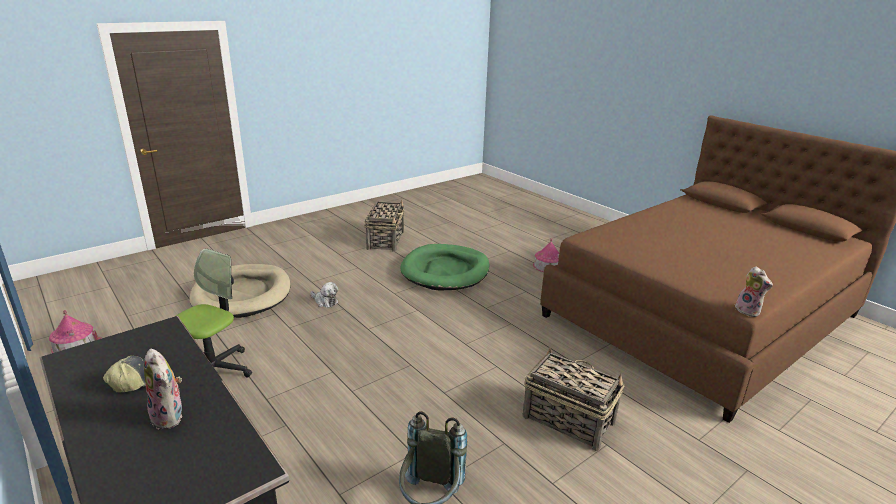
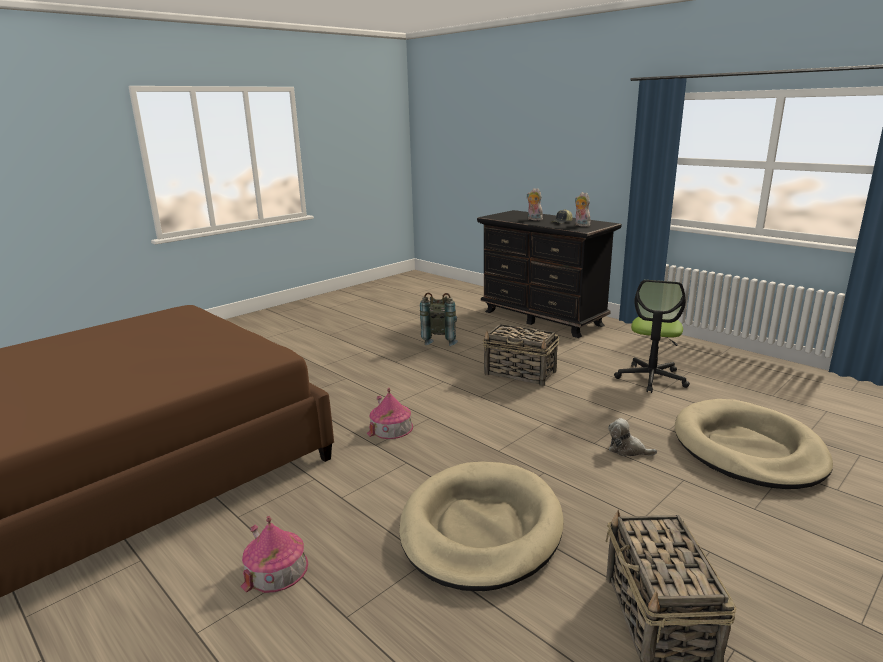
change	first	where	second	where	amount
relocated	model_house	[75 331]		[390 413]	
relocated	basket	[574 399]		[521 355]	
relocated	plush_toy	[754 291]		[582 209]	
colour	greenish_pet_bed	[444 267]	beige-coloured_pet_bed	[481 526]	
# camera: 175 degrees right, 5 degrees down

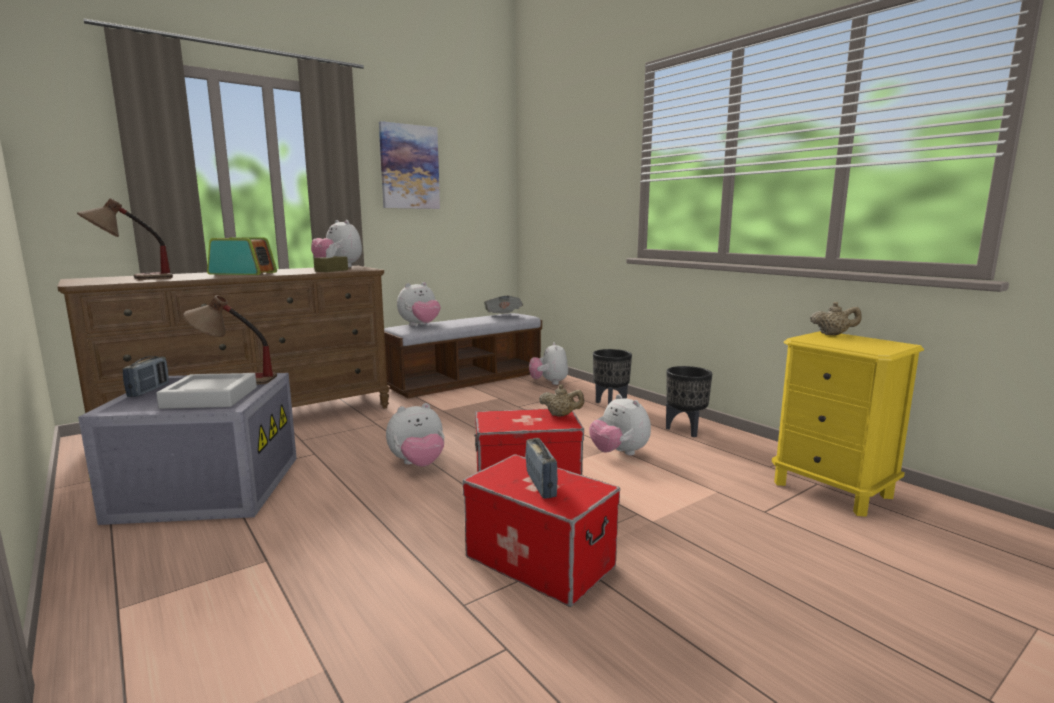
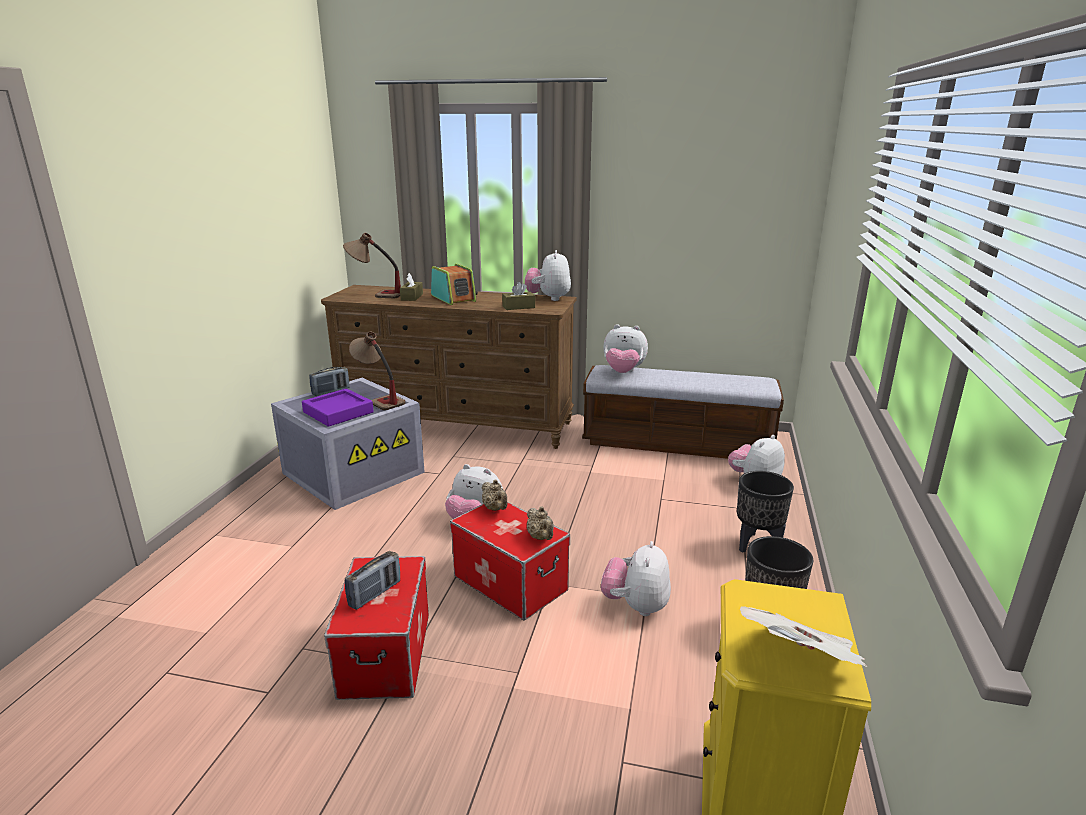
change	first	where	second	where	amount
missing	wall_picture	[409 165]			
appeared			brown-coloured_tissue_box	[411 287]	
relocated	printed_paper	[503 305]		[803 636]	
relocated	beige-coloured_teapot	[836 318]		[494 495]	
colour	greyish_tray	[206 391]	purple_tray	[338 407]	
# camera: 50 degrees right, 10 degrees up

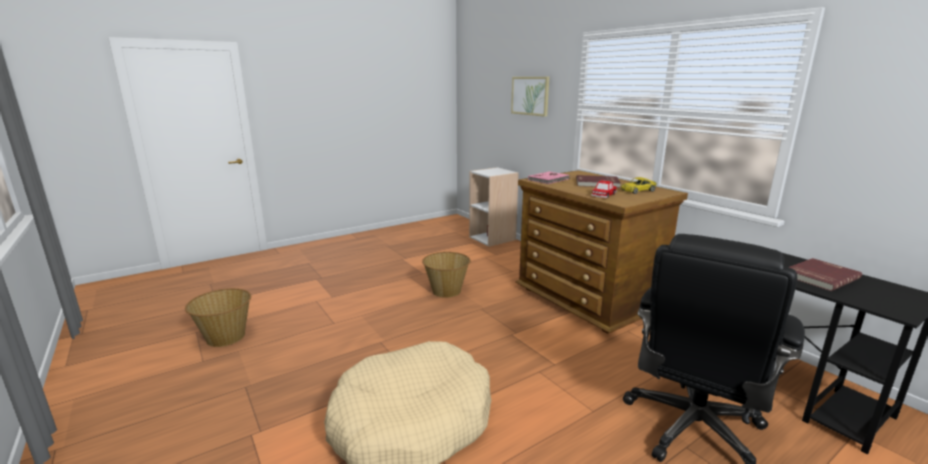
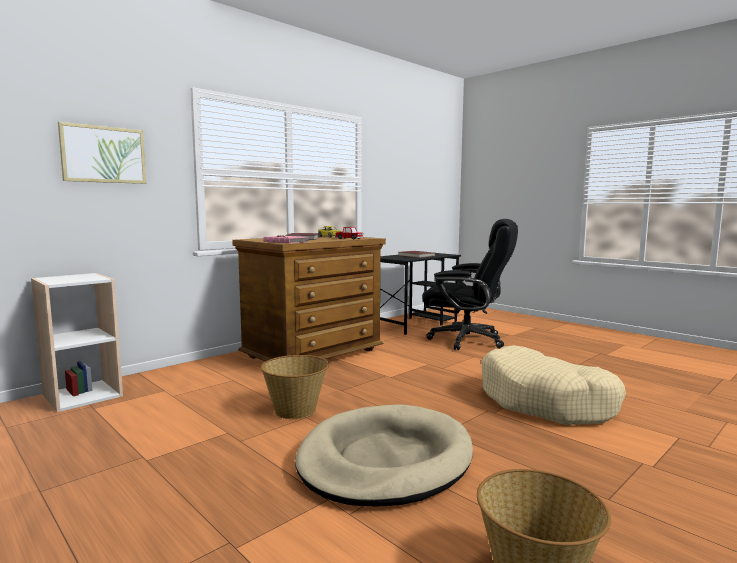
change	first	where	second	where	amount
appeared			beige-coloured_pet_bed	[384 456]	
# camera: 100 degrees left, 10 degrees down

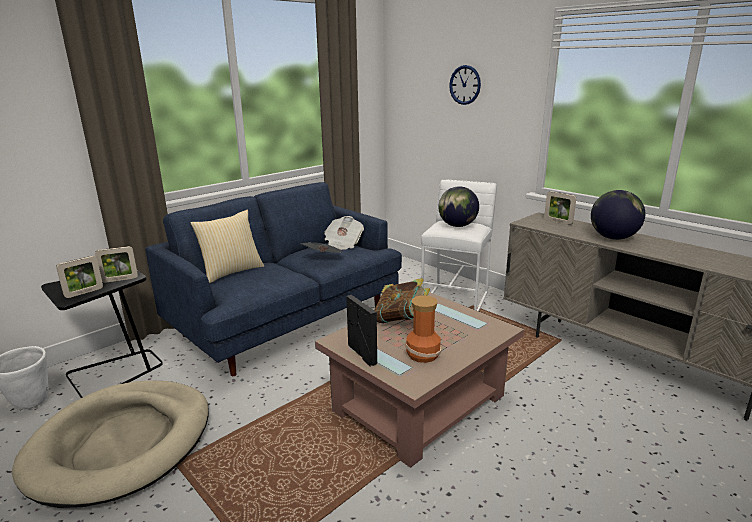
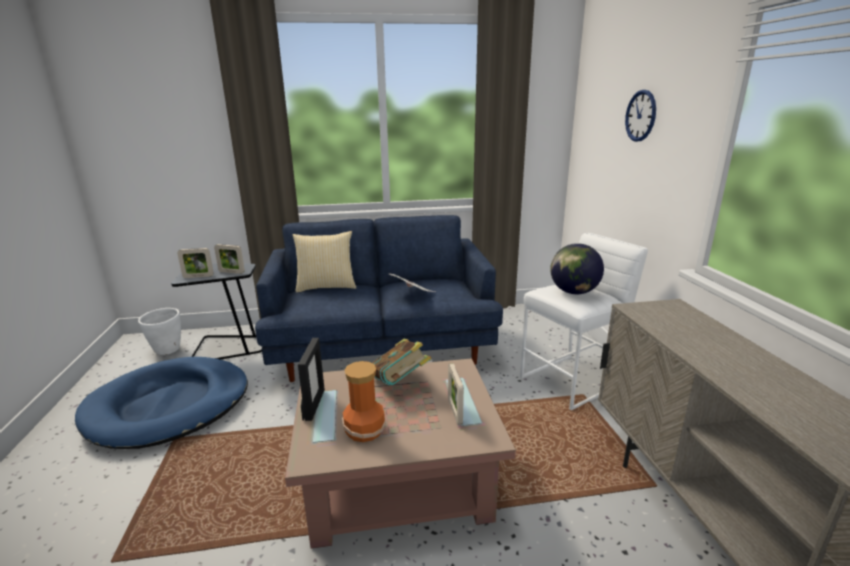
change	first	where	second	where	amount
missing	printed_paper	[344 233]			
missing	world_globe	[618 215]			
relocated	picture_frame	[560 208]		[456 394]	
colour	beige-coloured_pet_bed	[110 444]	blue_pet_bed	[161 403]	
# camera: 35 degrees right, 0 degrees up

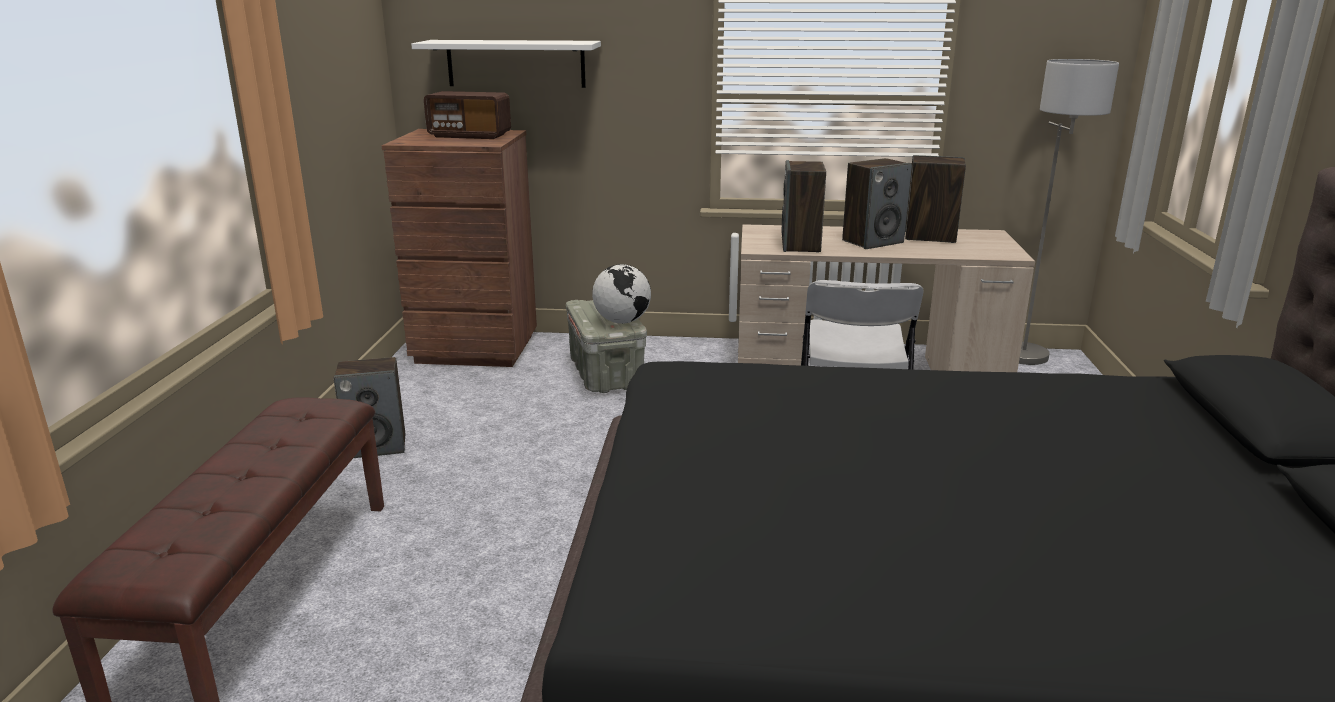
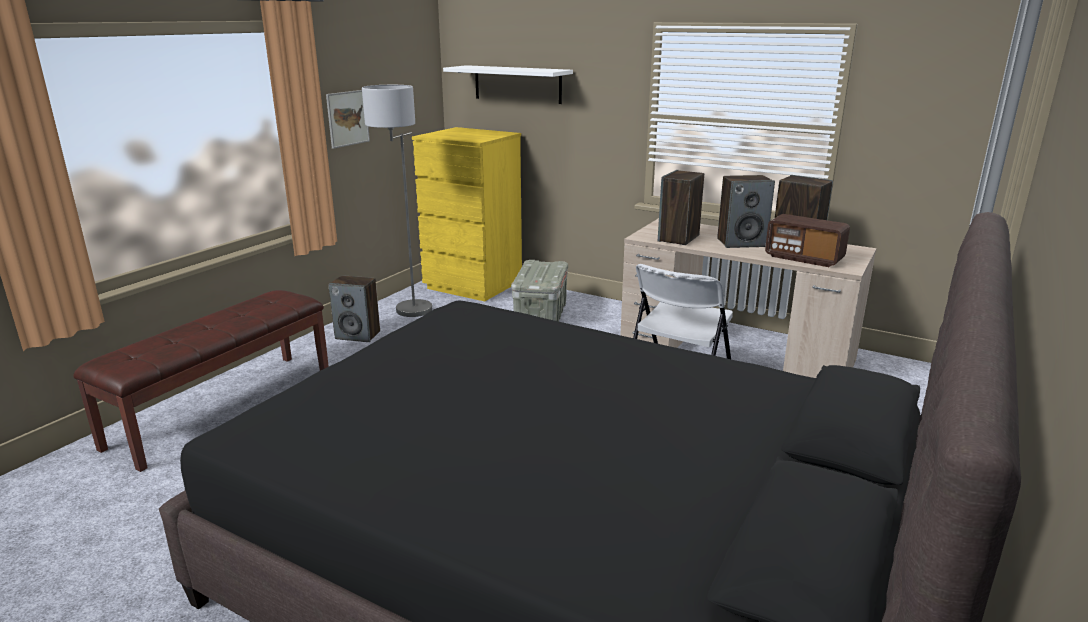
change	first	where	second	where	amount
missing	world_globe	[621 294]			
appeared			wall_picture	[348 119]	
relocated	radio_receiver	[467 115]		[807 240]	
relocated	greyish_floor_lamp	[1069 212]		[397 201]	
colour	brown-coloured_chest_of_drawers	[459 248]	yellow-coloured_chest_of_drawers	[467 214]	
# camera: 25 degrees right, 0 degrees up

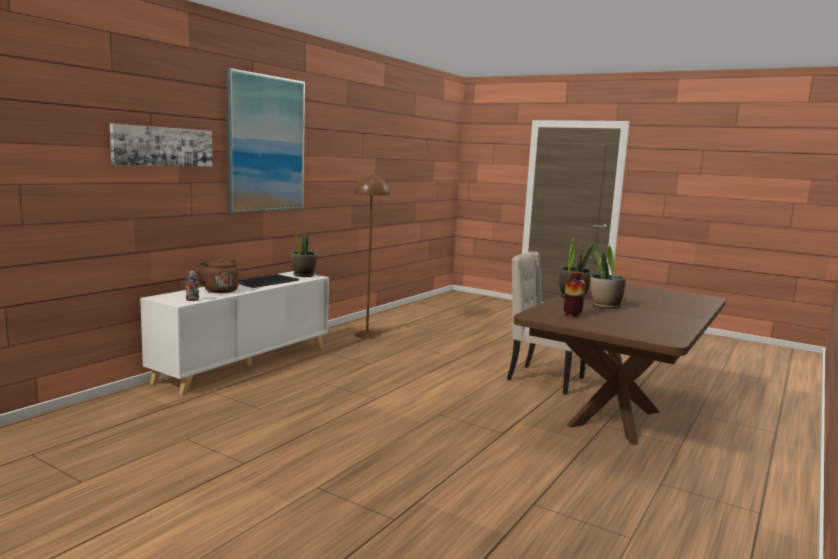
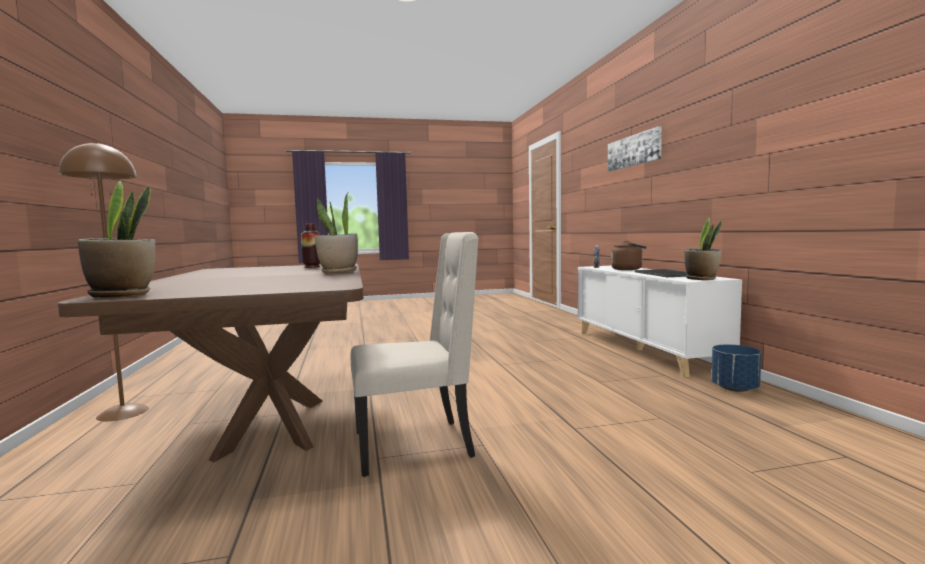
change	first	where	second	where	amount
missing	wall_picture	[265 140]			
appeared			blue_plant_pot	[736 368]	
relocated	brown-coloured_floor_lamp	[371 256]		[104 281]	
relocated	houseplant	[608 277]		[116 239]	
# camera: 135 degrees right, 5 degrees down

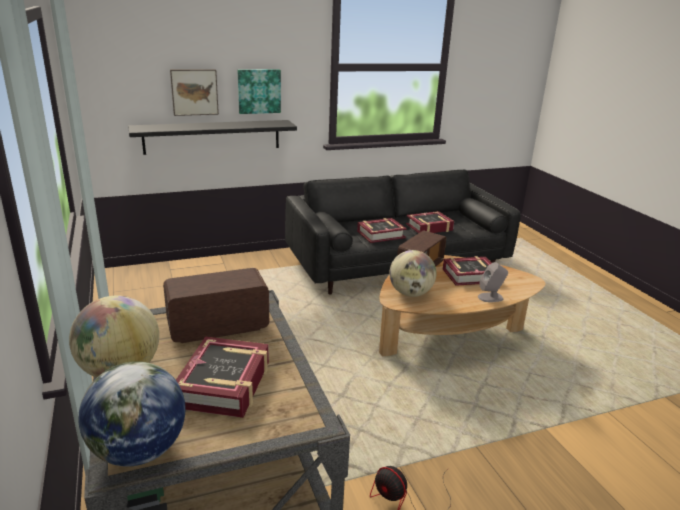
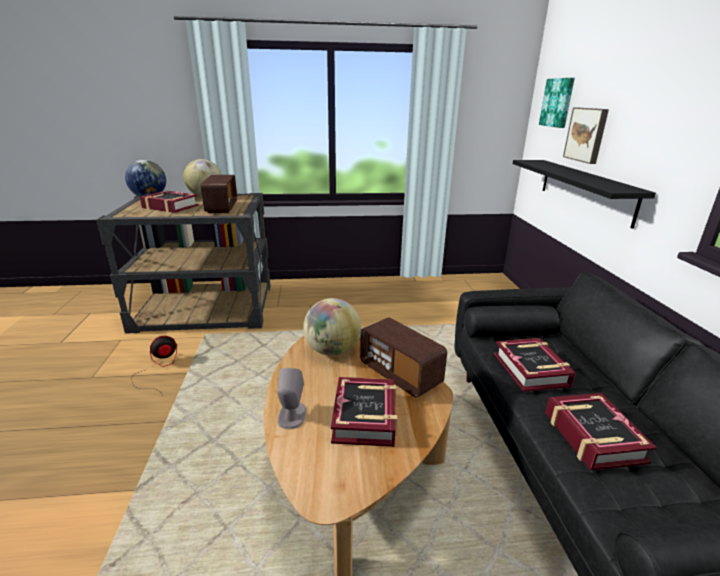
change	first	where	second	where	amount
relocated	wall_picture	[259 91]		[557 103]	
# camera: 105 degrees right, 0 degrees up

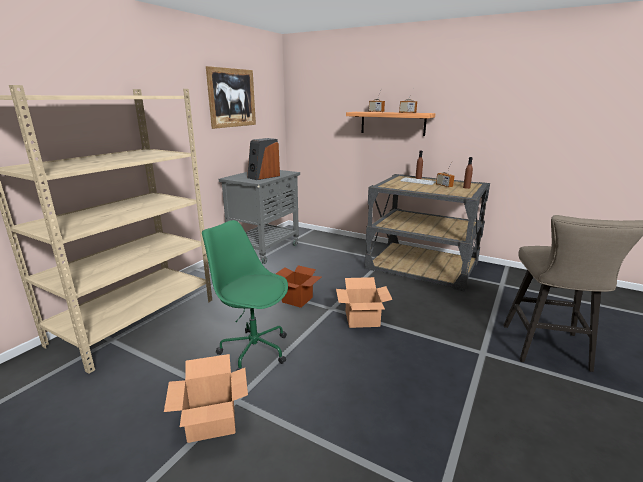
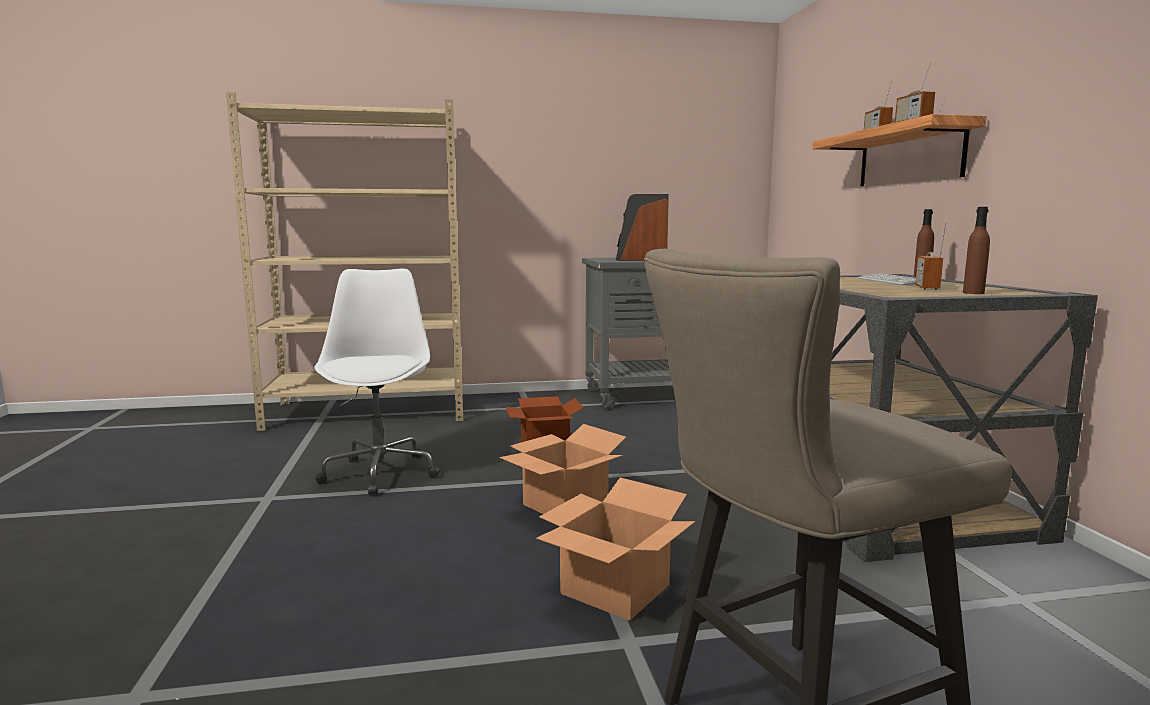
change	first	where	second	where	amount
missing	wall_picture	[231 97]			
relocated	carton	[206 398]		[615 549]	
colour	greenish_desk_chair	[245 295]	whitish_desk_chair	[377 382]	
# camera: 50 degrees right, 10 degrees down

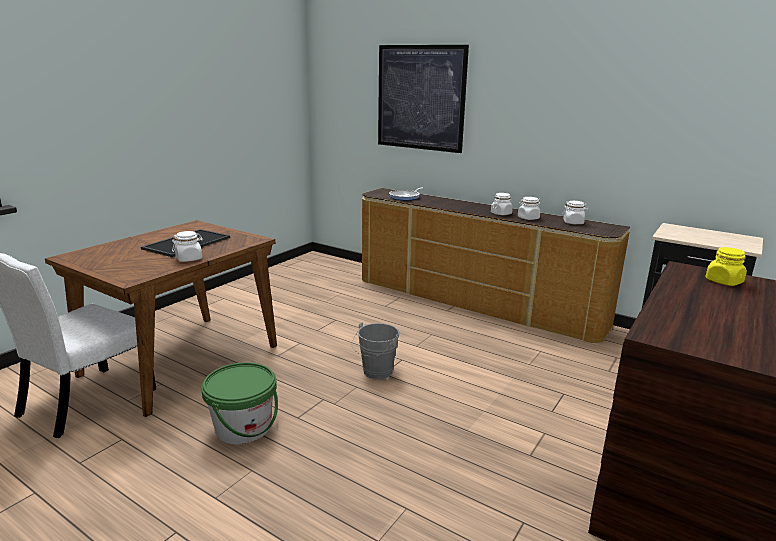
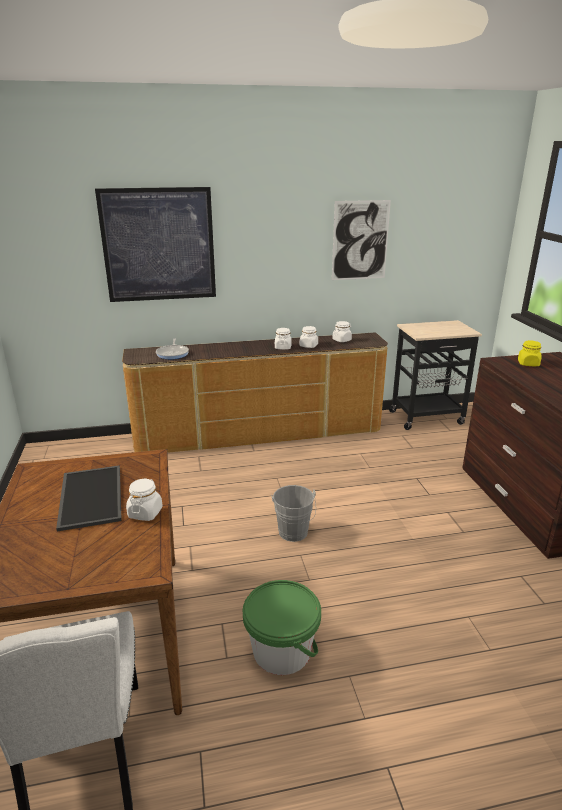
change	first	where	second	where	amount
appeared			wall_picture	[361 240]	
# camera: 45 degrees left, 5 degrees up

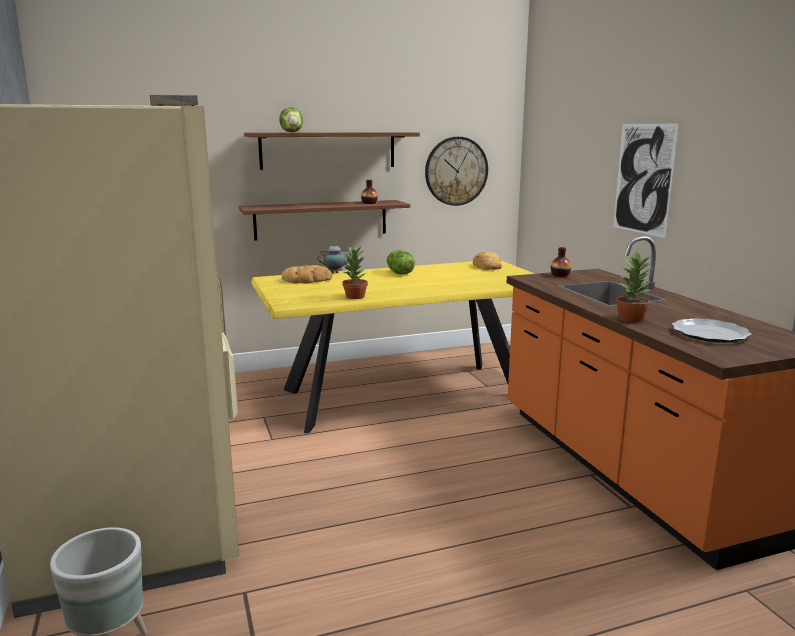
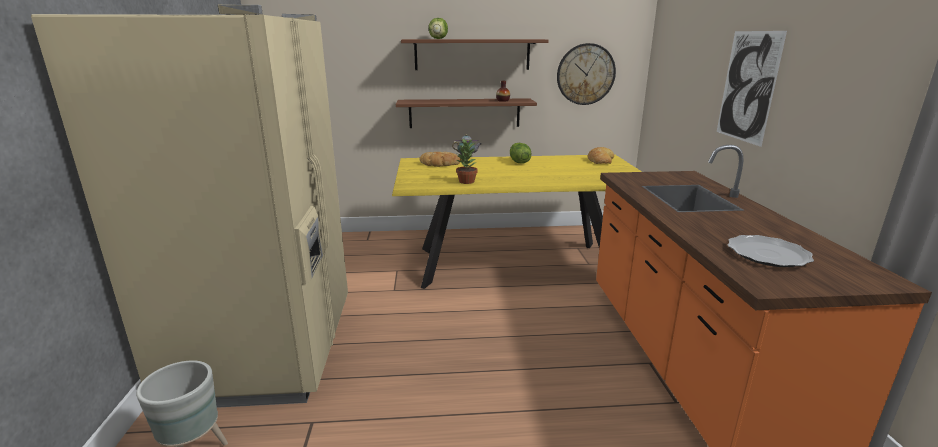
change	first	where	second	where	amount
missing	decorative_vase	[561 262]			
missing	houseplant	[634 286]			
# camera: 15 degrees right, 5 degrees up

